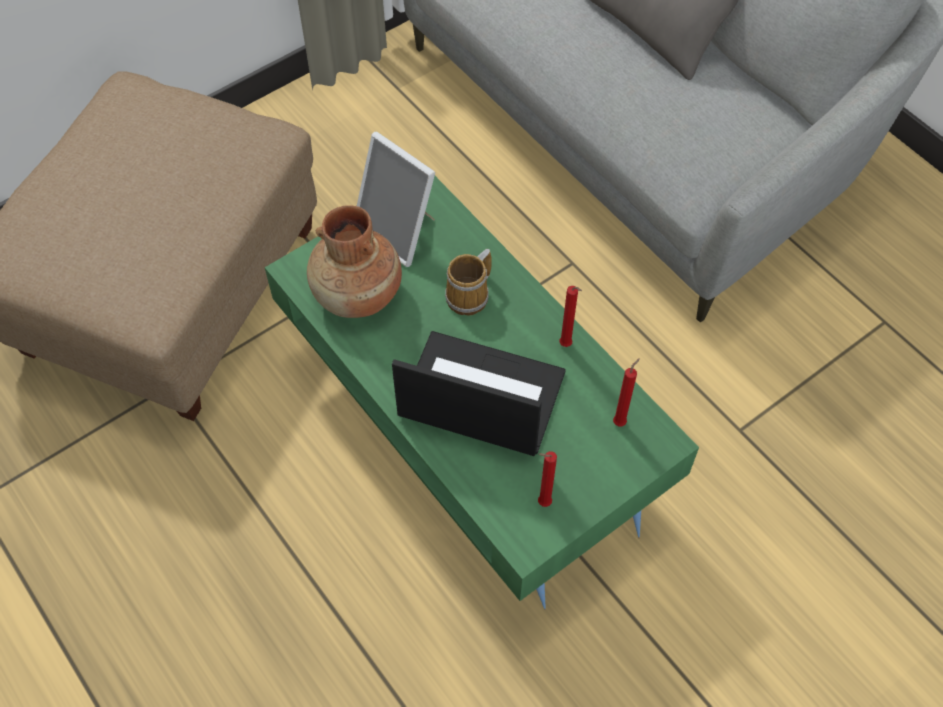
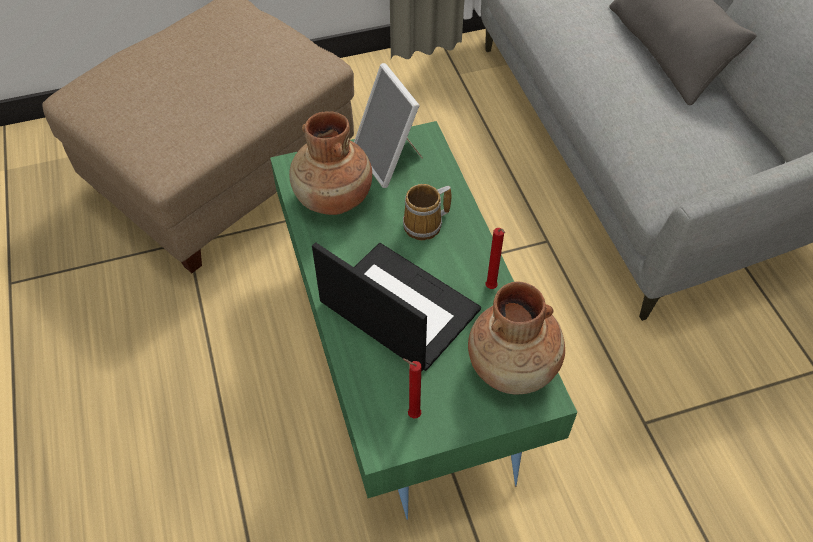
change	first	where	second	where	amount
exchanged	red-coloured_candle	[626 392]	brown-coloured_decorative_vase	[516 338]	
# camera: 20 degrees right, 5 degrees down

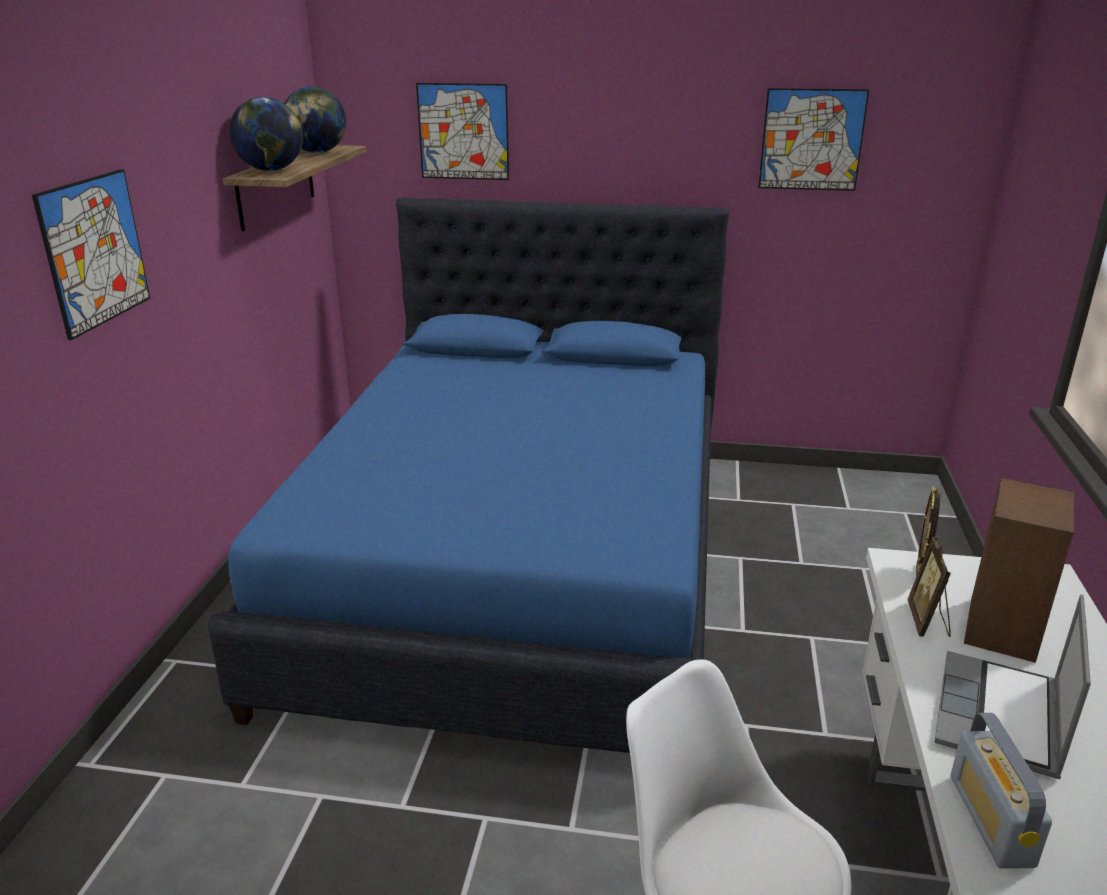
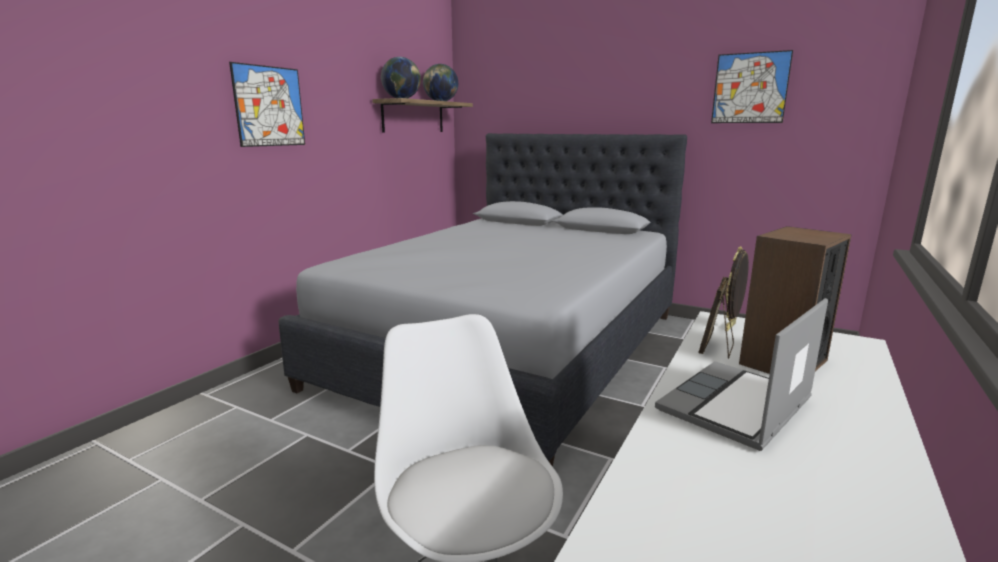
change	first	where	second	where	amount
missing	wall_picture	[462 131]			
missing	radio_receiver	[1001 791]			
colour	blue_bedroom_bed	[468 475]	greyish_bedroom_bed	[482 300]	
# camera: 20 degrees right, 10 degrees down

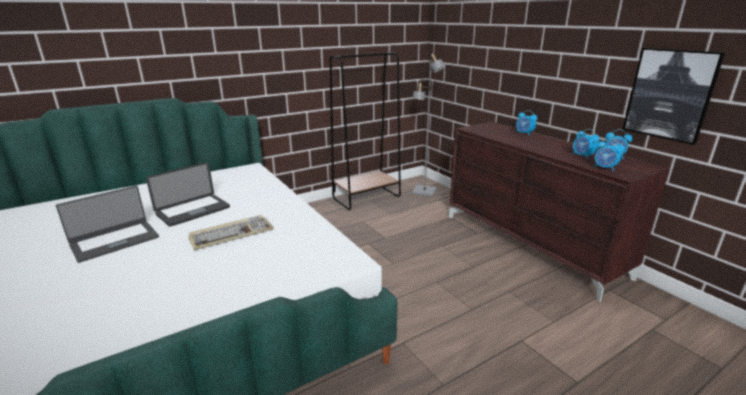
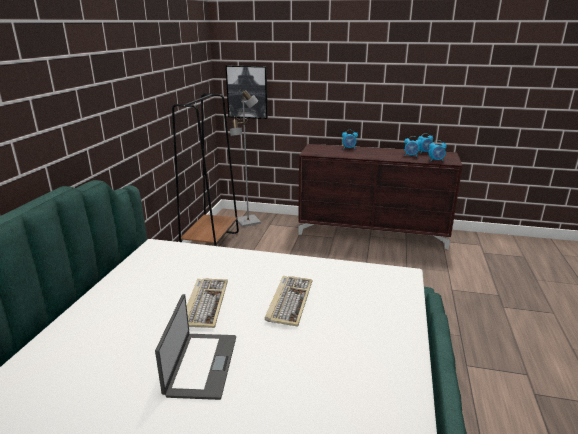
change	first	where	second	where	amount
relocated	wall_picture	[674 96]		[247 92]	
exchanged	laptop	[188 194]	keyboard	[207 303]	
# camera: 45 degrees left, 0 degrees up

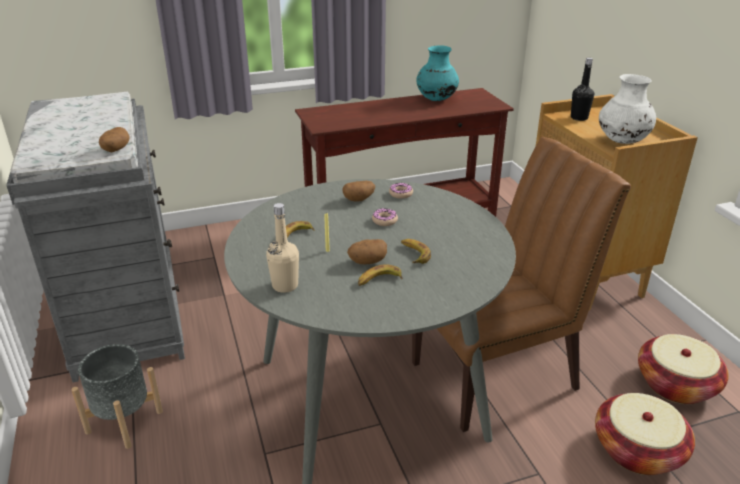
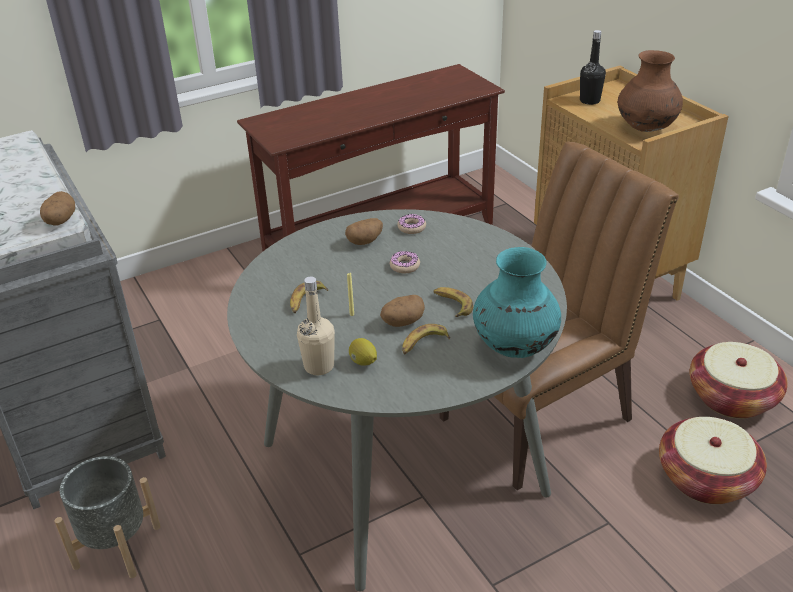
change	first	where	second	where	amount
appeared			lemon	[363 352]	
relocated	turquoise_decorative_vase	[437 73]		[517 302]	
colour	whitish_decorative_vase	[627 109]	brown-coloured_decorative_vase	[650 91]	
# camera: 10 degrees left, 5 degrees up

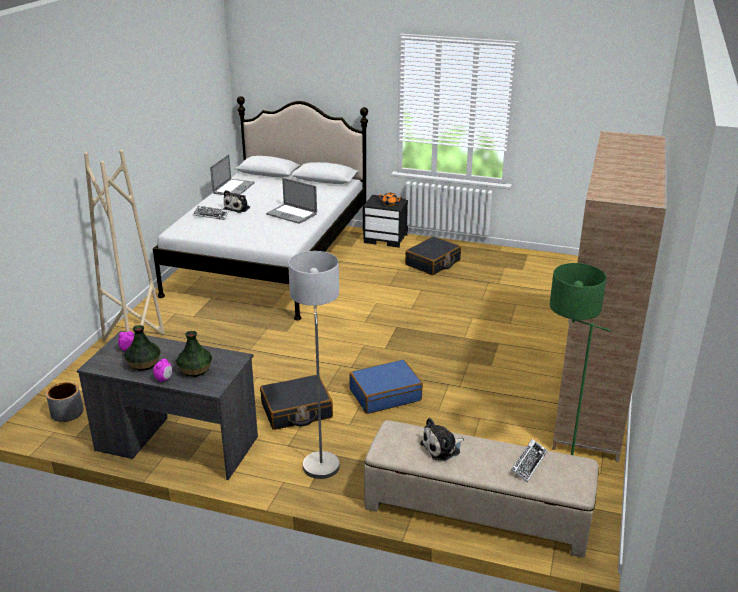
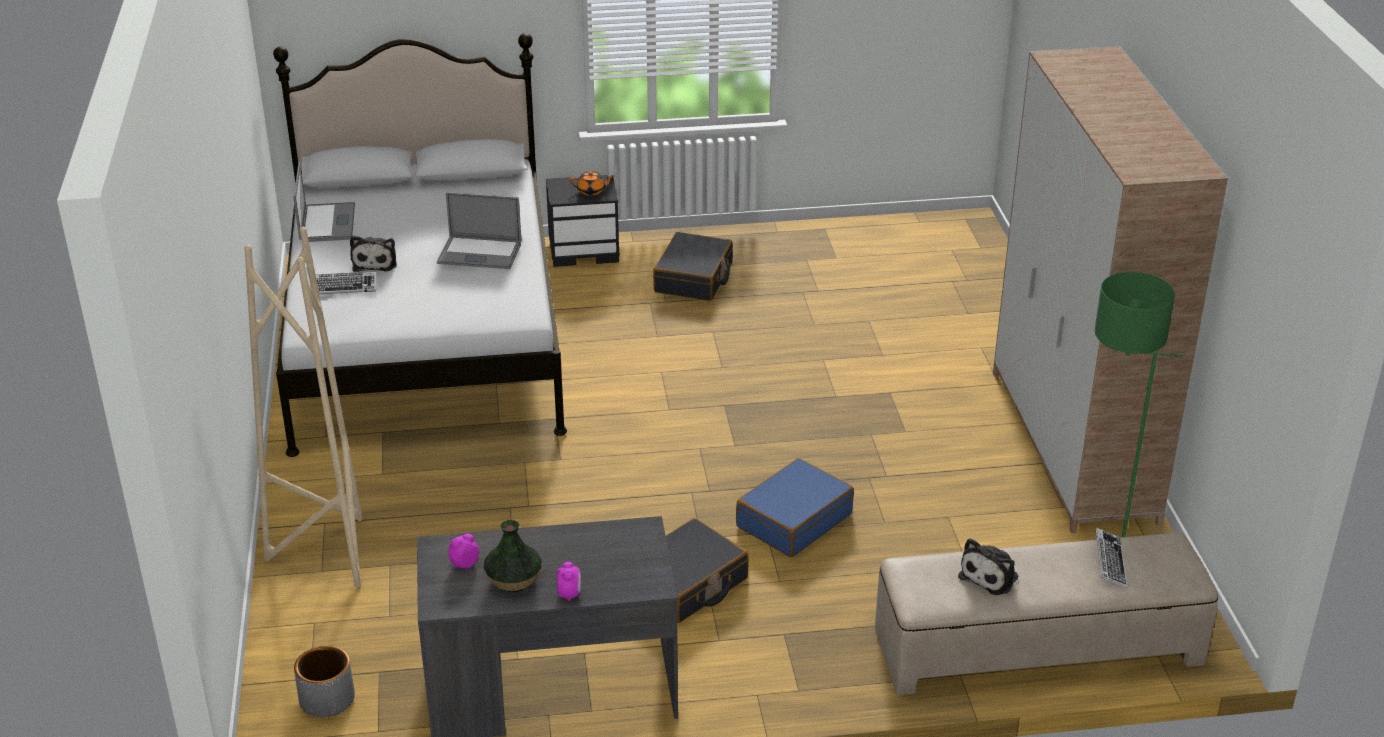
change	first	where	second	where	amount
missing	decorative_vase	[194 354]			
missing	greyish_floor_lamp	[314 365]			
# camera: 25 degrees left, 5 degrees up

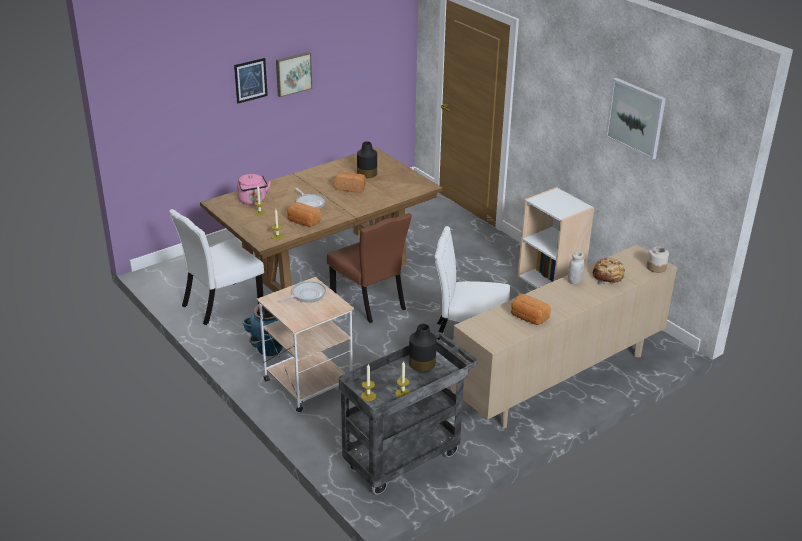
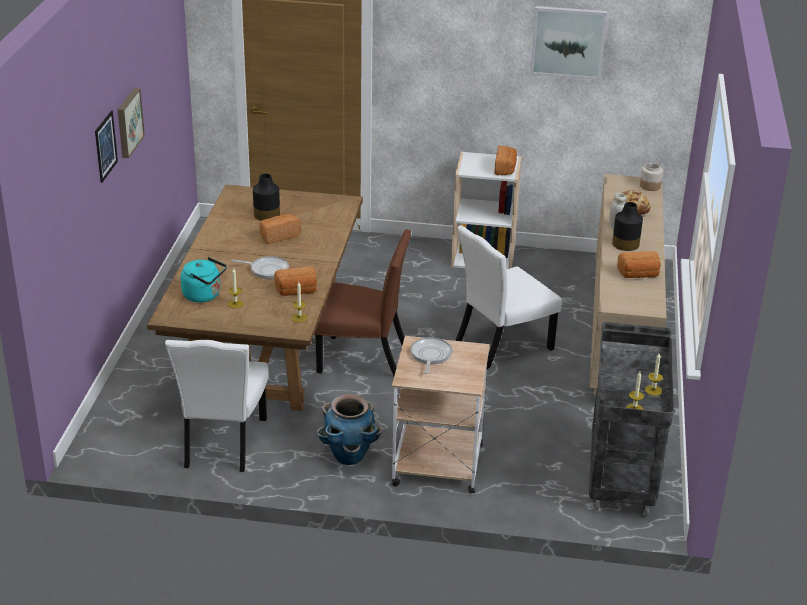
change	first	where	second	where	amount
appeared			bread	[506 160]	
relocated	black_decorative_vase	[423 348]		[627 226]	
colour	pinkish_tea_kettle	[254 189]	turquoise_tea_kettle	[204 280]	
# camera: 45 degrees left, 0 degrees up

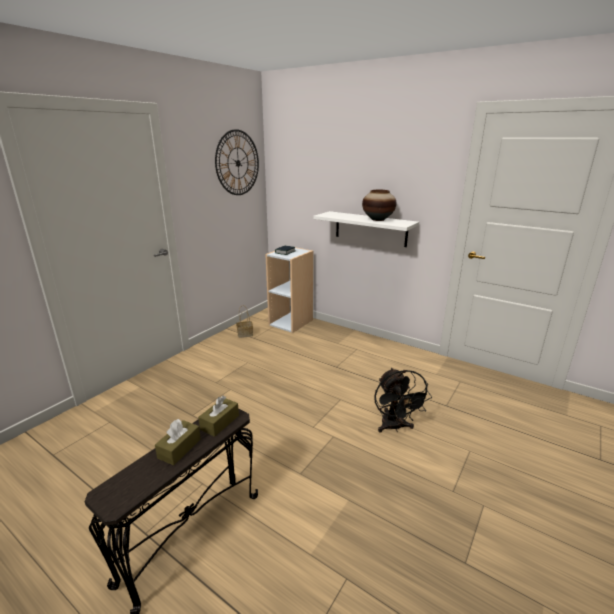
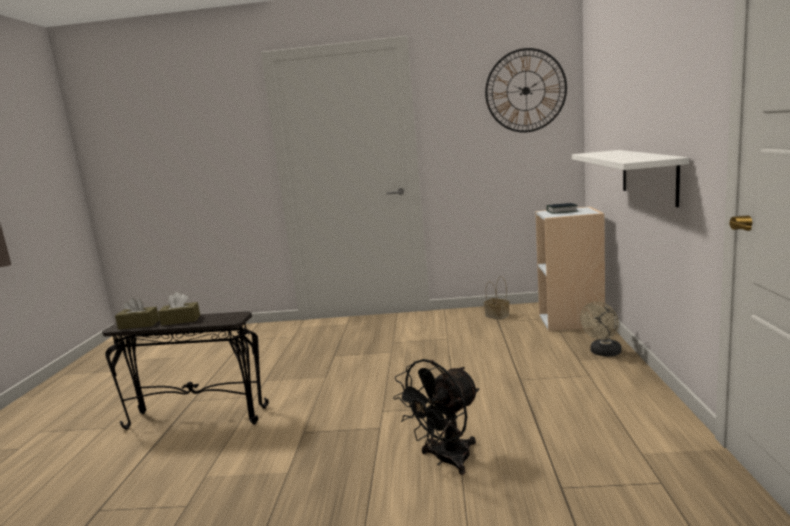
change	first	where	second	where	amount
missing	decorative_vase	[379 205]			
appeared			beige-coloured_electric_fan	[601 329]	
relocated	brown-coloured_tissue_box	[218 416]		[137 313]	
# camera: 60 degrees right, 10 degrees down

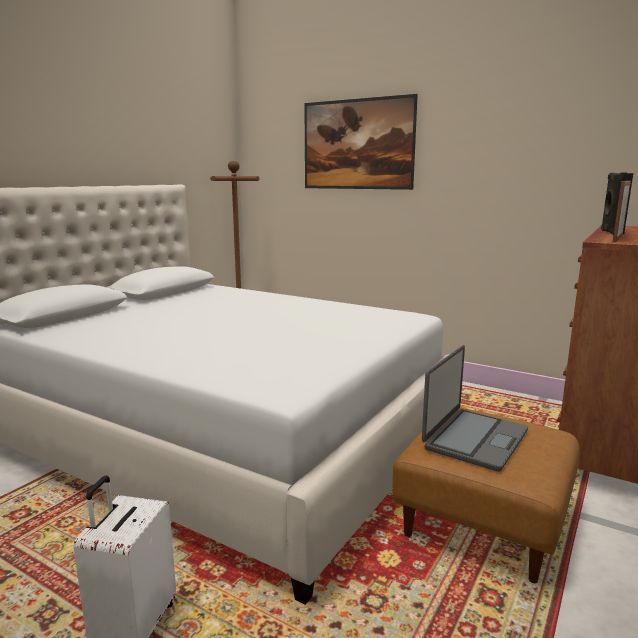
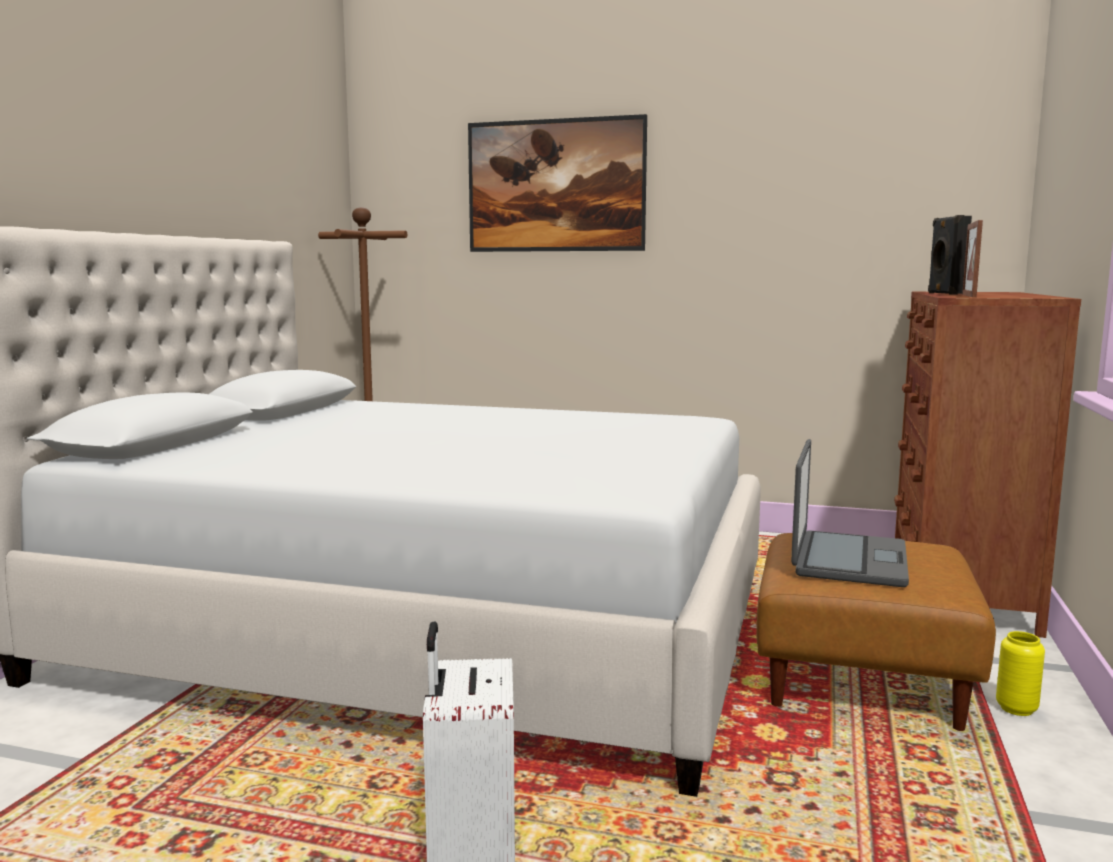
change	first	where	second	where	amount
appeared			yellow-coloured_decorative_vase	[1020 673]	
# camera: 15 degrees left, 5 degrees down

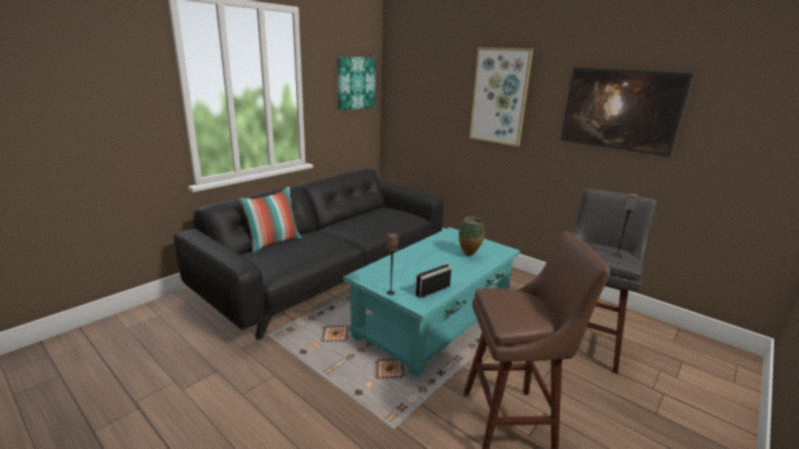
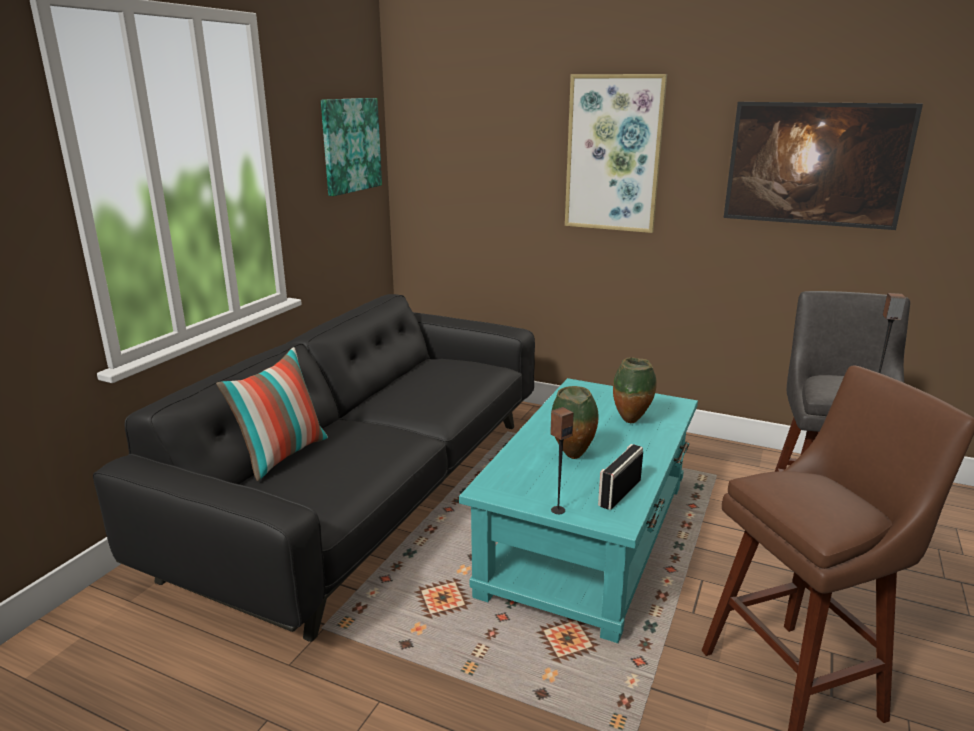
change	first	where	second	where	amount
appeared			decorative_vase	[575 422]	
# camera: 15 degrees left, 0 degrees up

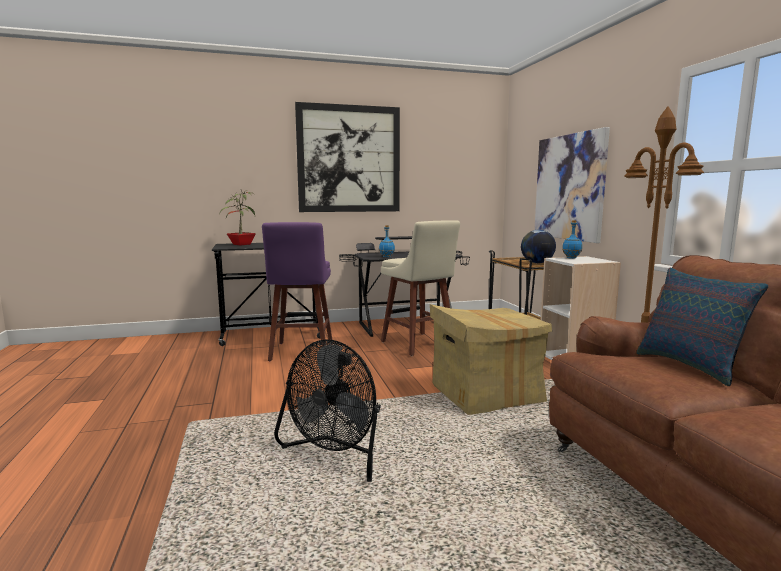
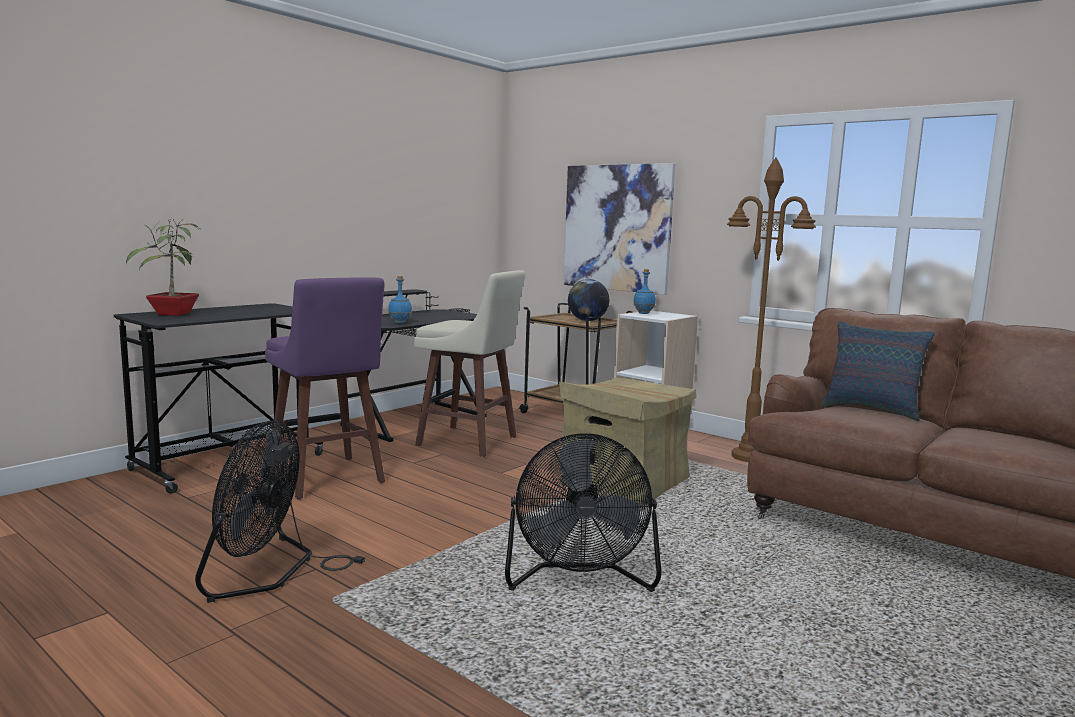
change	first	where	second	where	amount
missing	wall_picture	[347 157]			
appeared			black_electric_fan	[280 512]	
# camera: 35 degrees left, 0 degrees up

